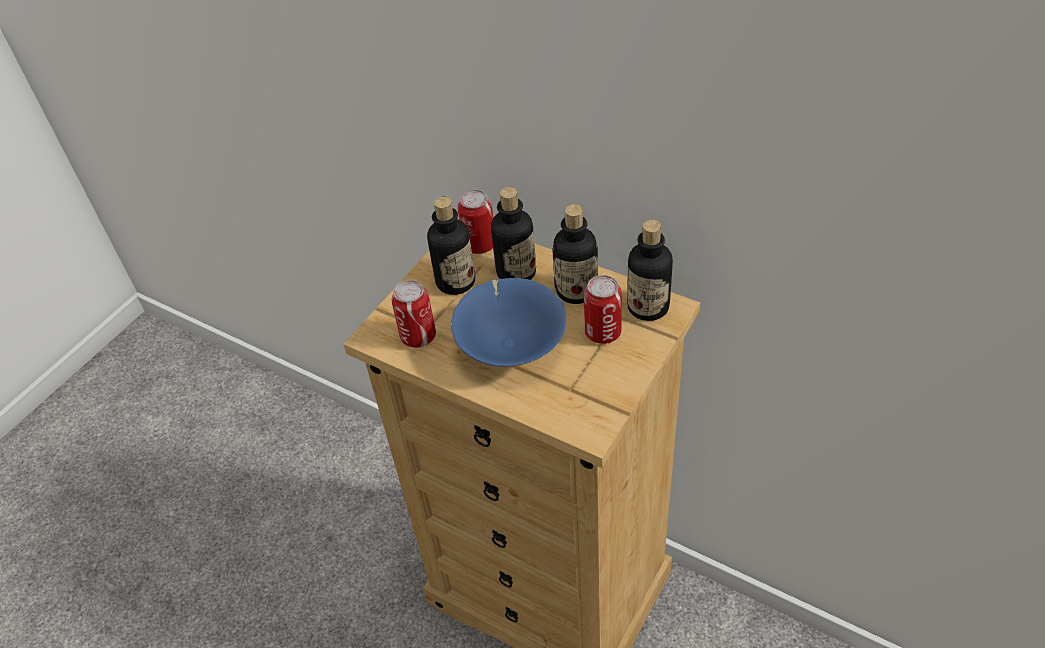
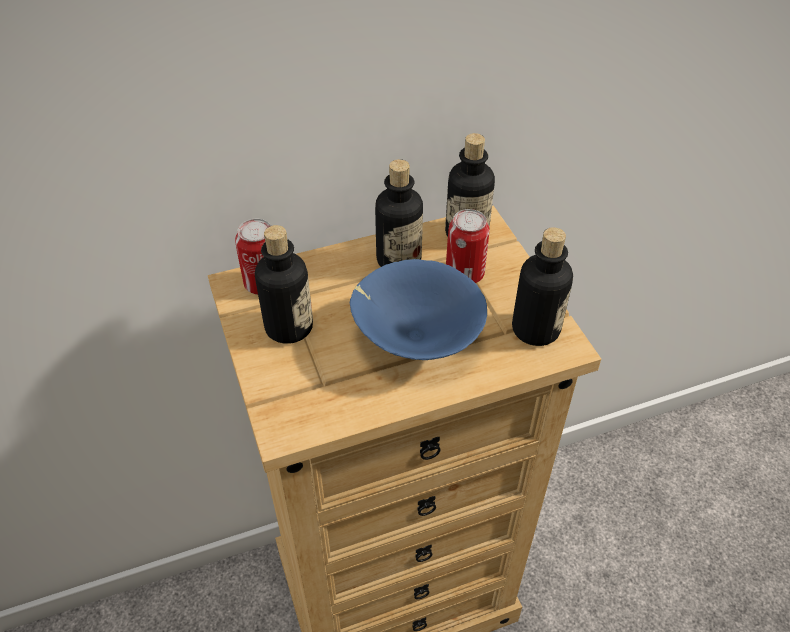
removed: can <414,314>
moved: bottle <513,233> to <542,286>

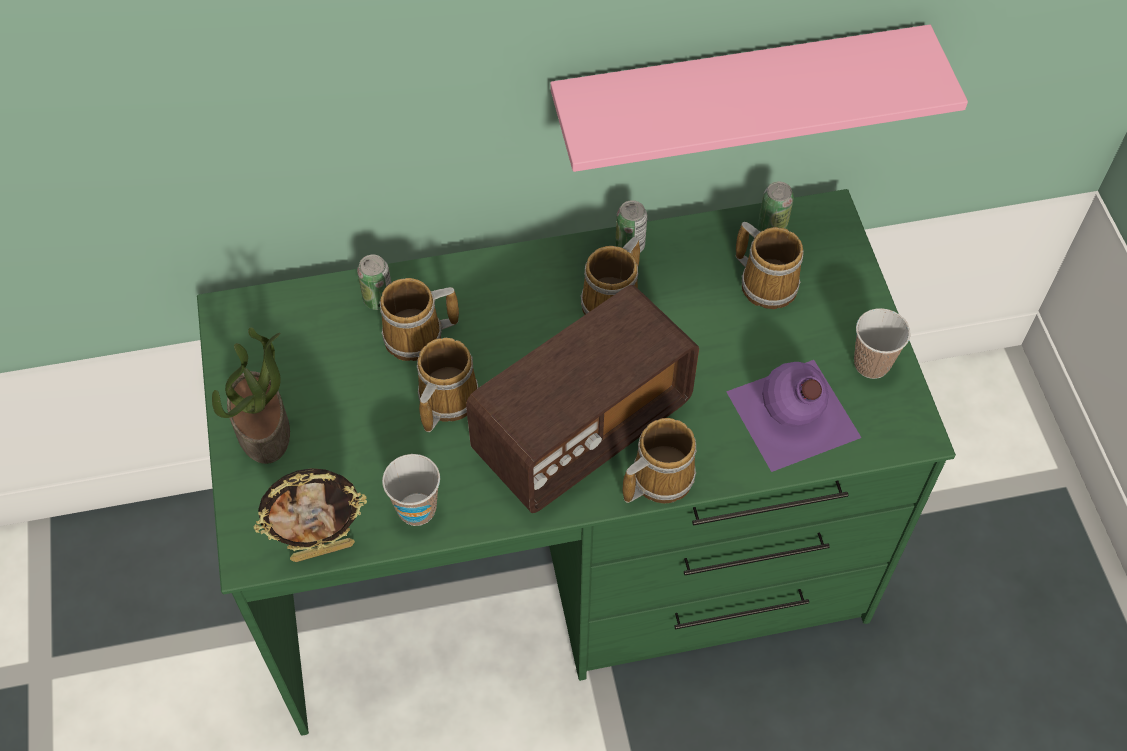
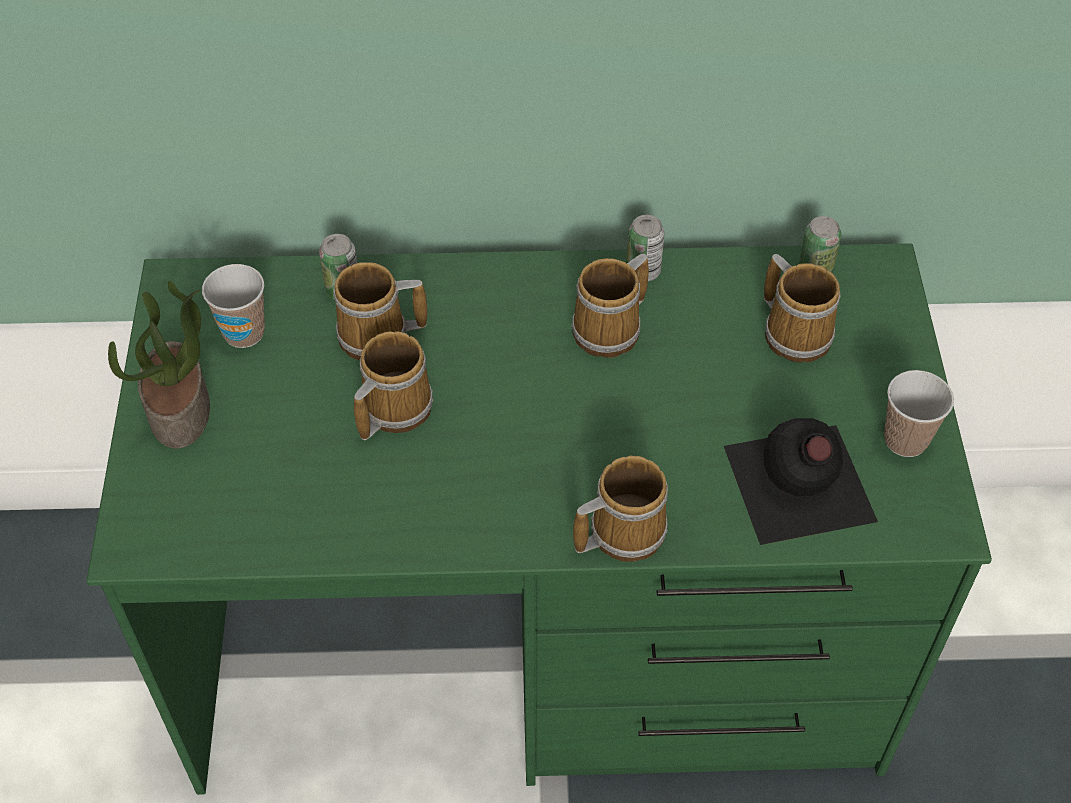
removed: shelf/pink <759,98>; radio <582,399>; picture frame <310,515>
moved: cup <411,490> to <233,306>
recoloured: bottle/purple <794,416> to bottle/black <801,481>

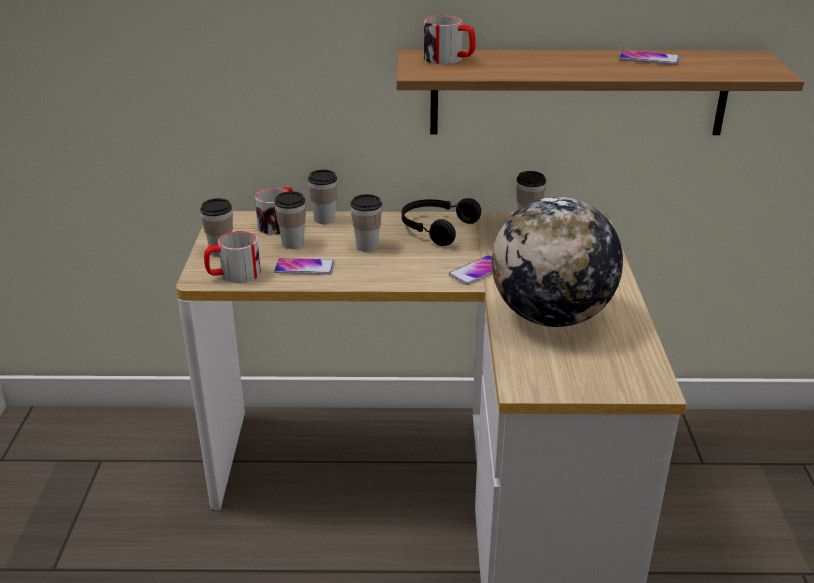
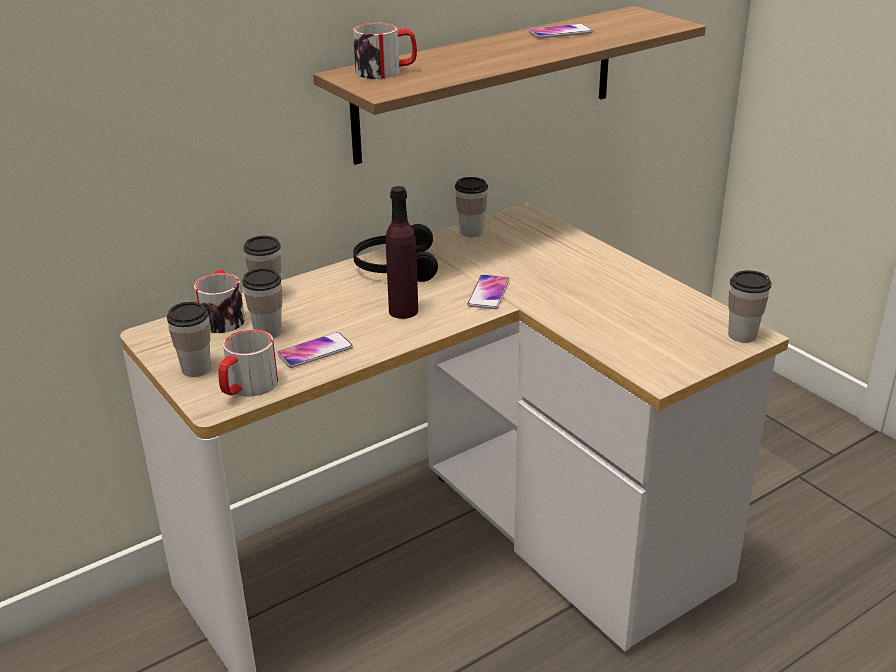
removed: globe <557,262>
added: bottle/purple <402,252>
moved: cup <366,223> to <750,306>

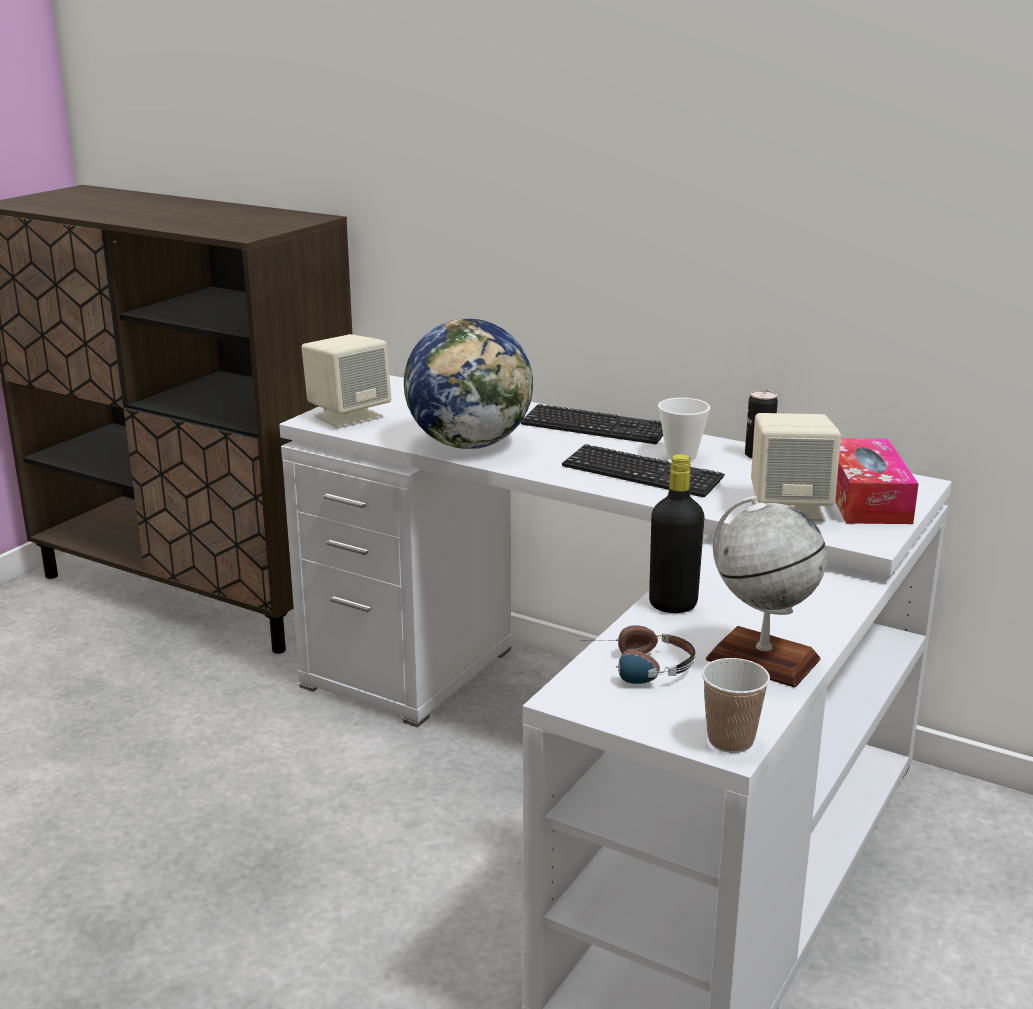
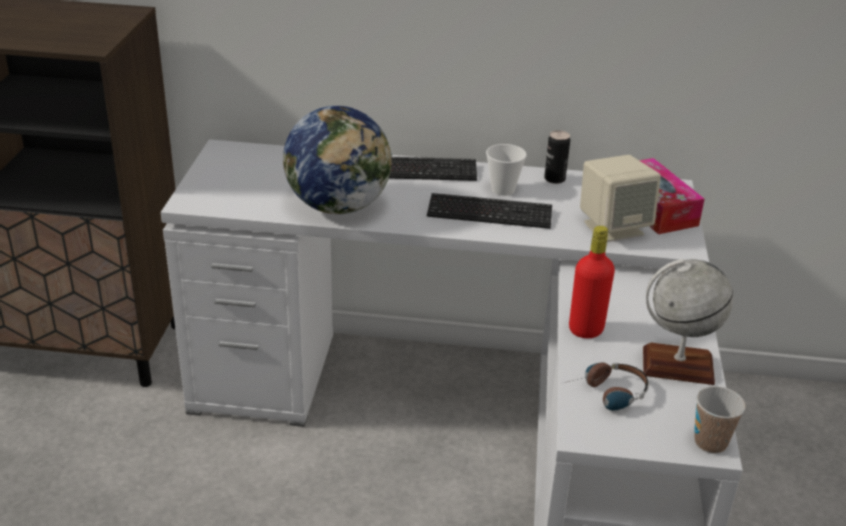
removed: speaker/beige <346,381>
recoloured: bottle/black <677,533> to bottle/red <592,282>

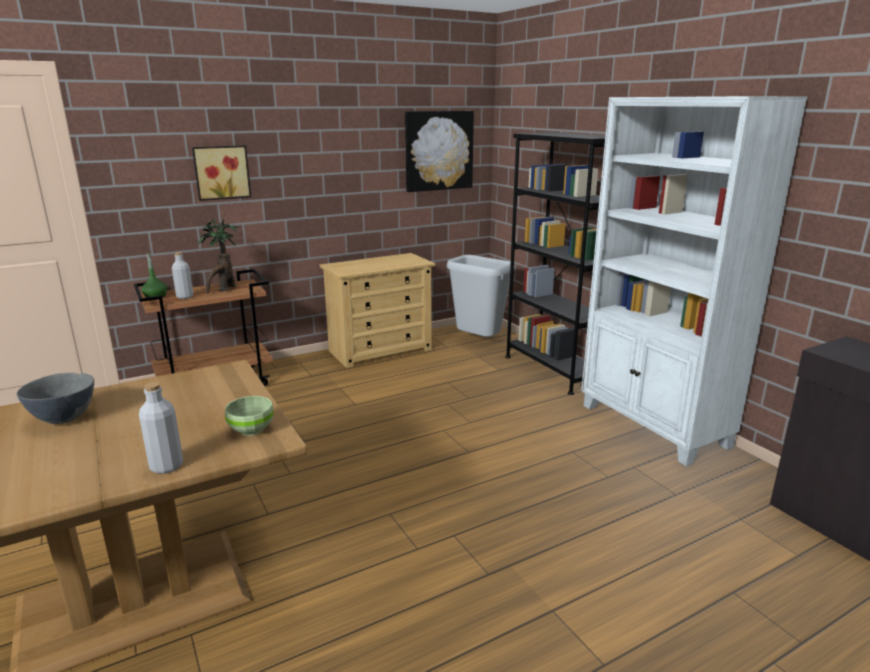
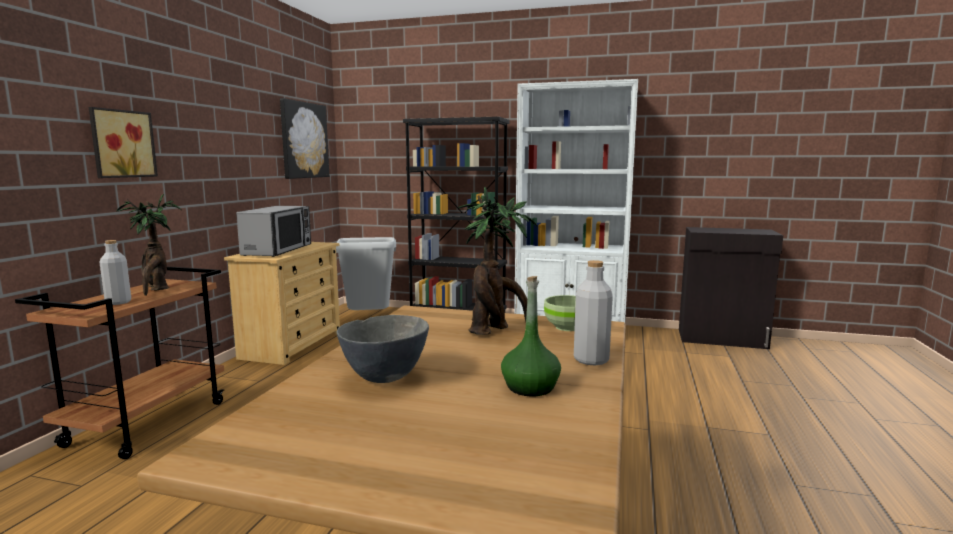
added: potted plant <497,261>; microwave <273,231>
moved: bottle/green <154,275> to <531,336>

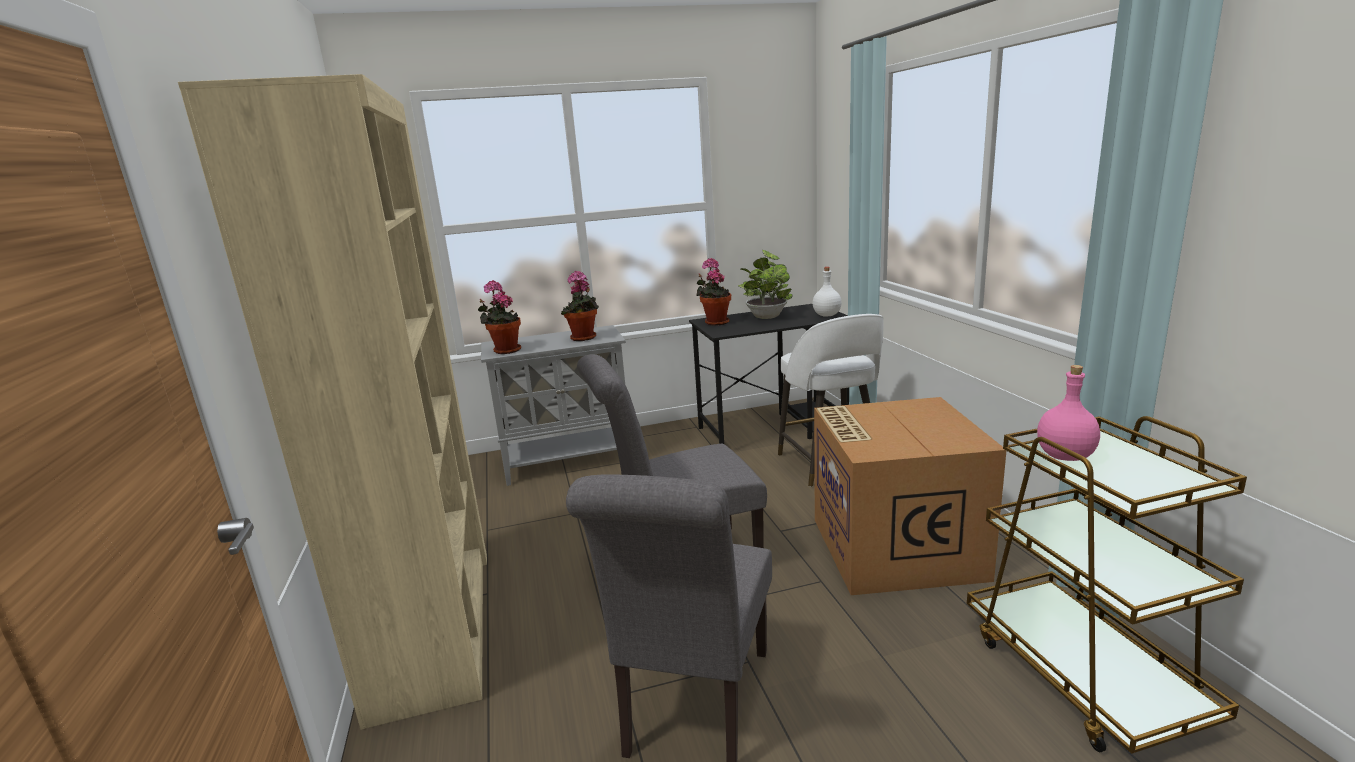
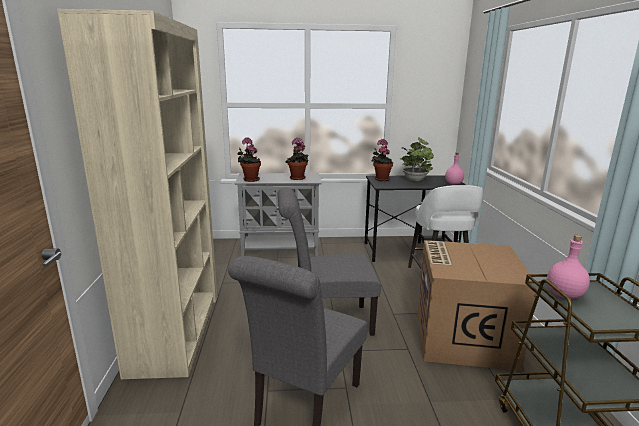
recoloured: bottle/white <827,291> to bottle/pink <454,169>

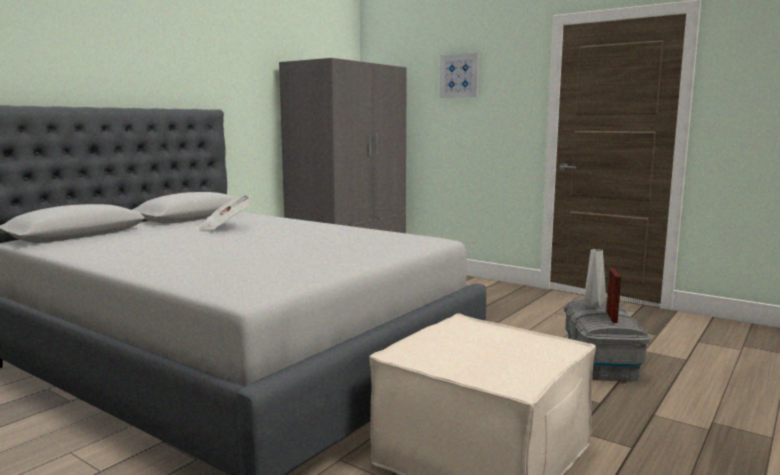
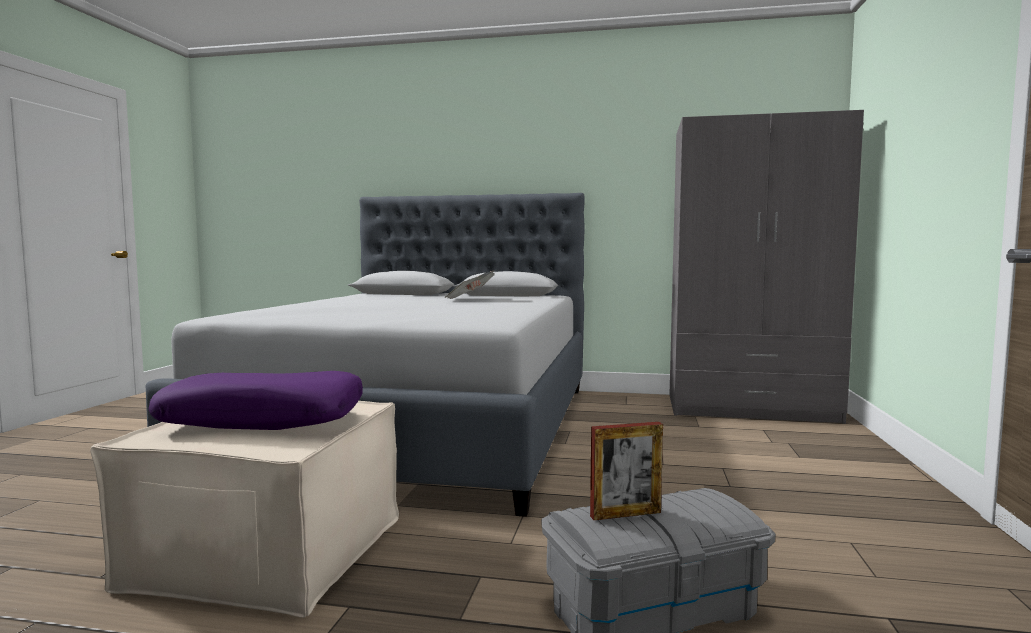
removed: picture <459,75>; vase/grey <595,278>
added: pillow/purple <255,400>

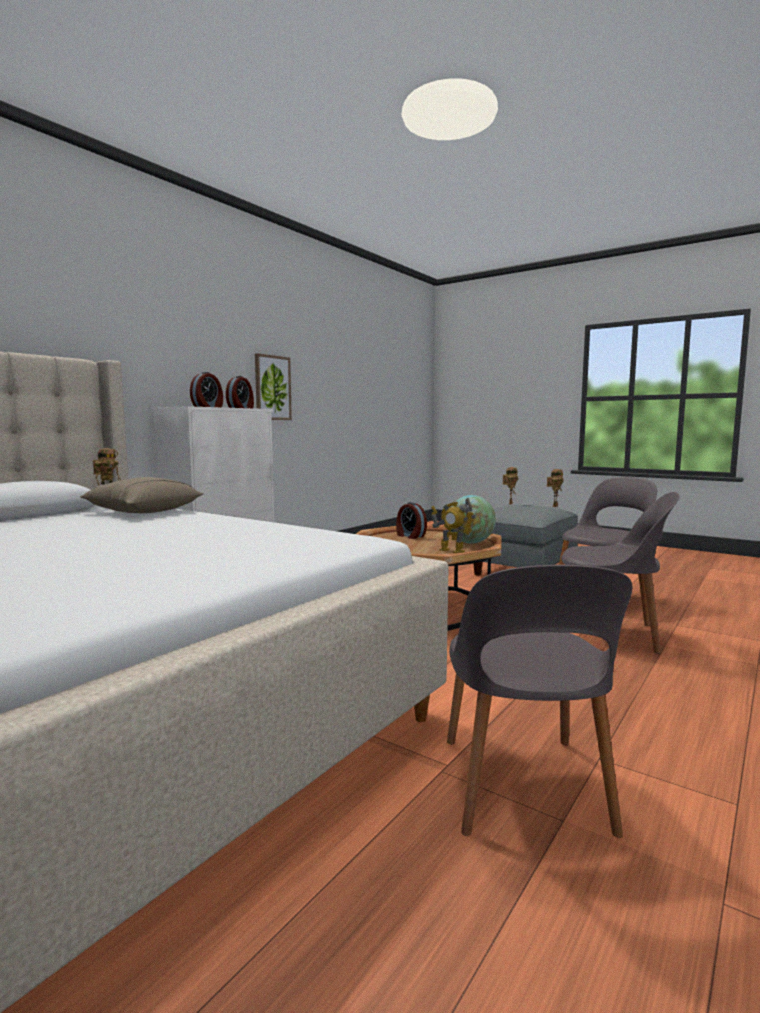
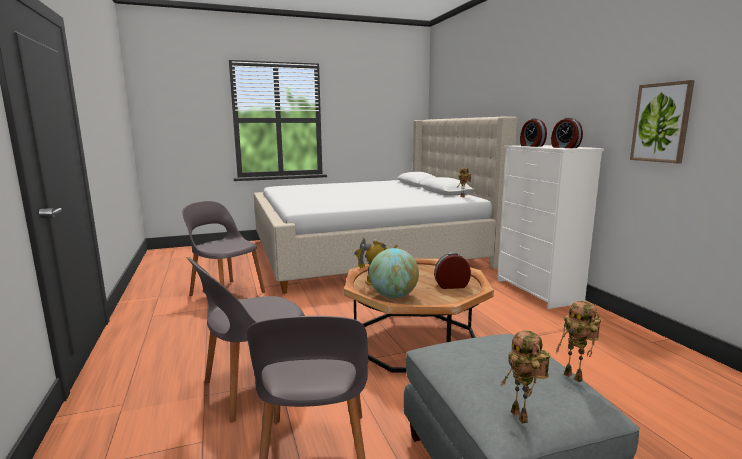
removed: pillow/beige <142,495>

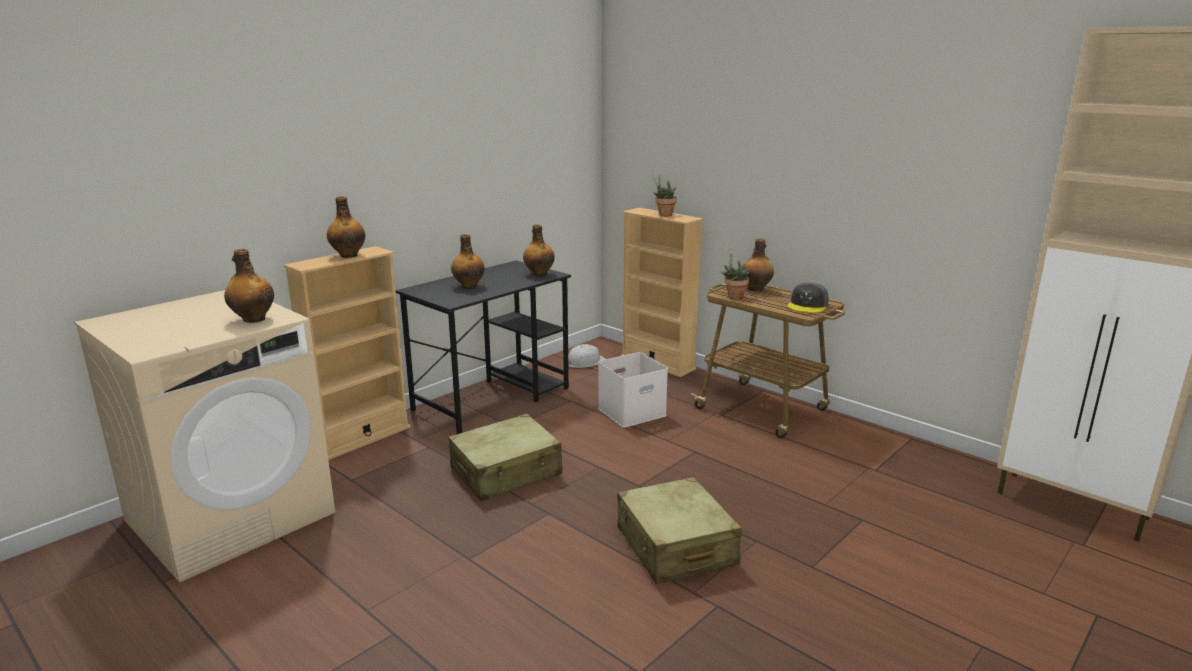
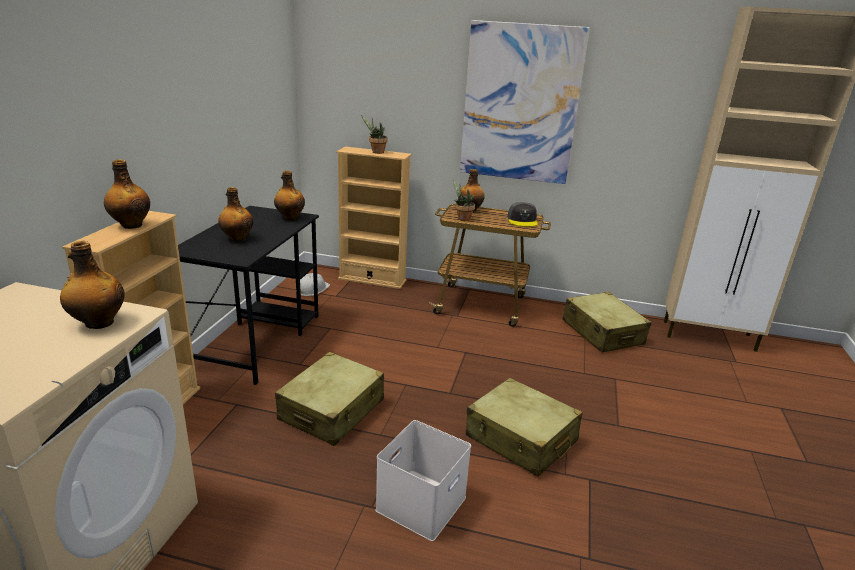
added: picture <525,102>; suitcase/beige <607,322>
moved: storage box/white <633,390> to <423,480>

